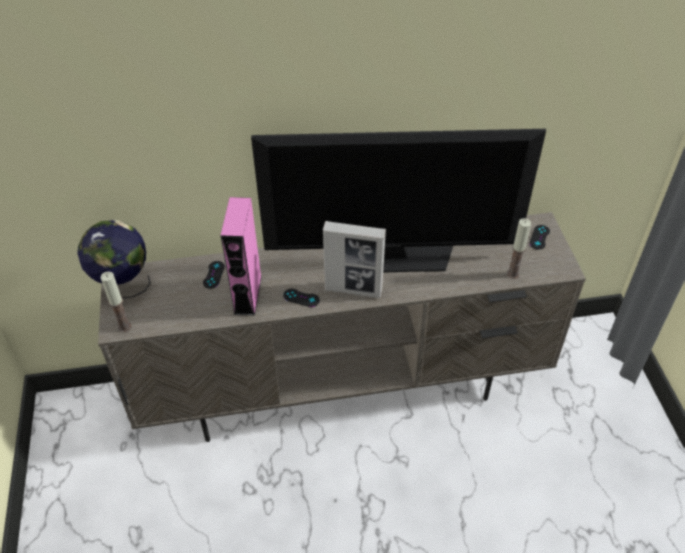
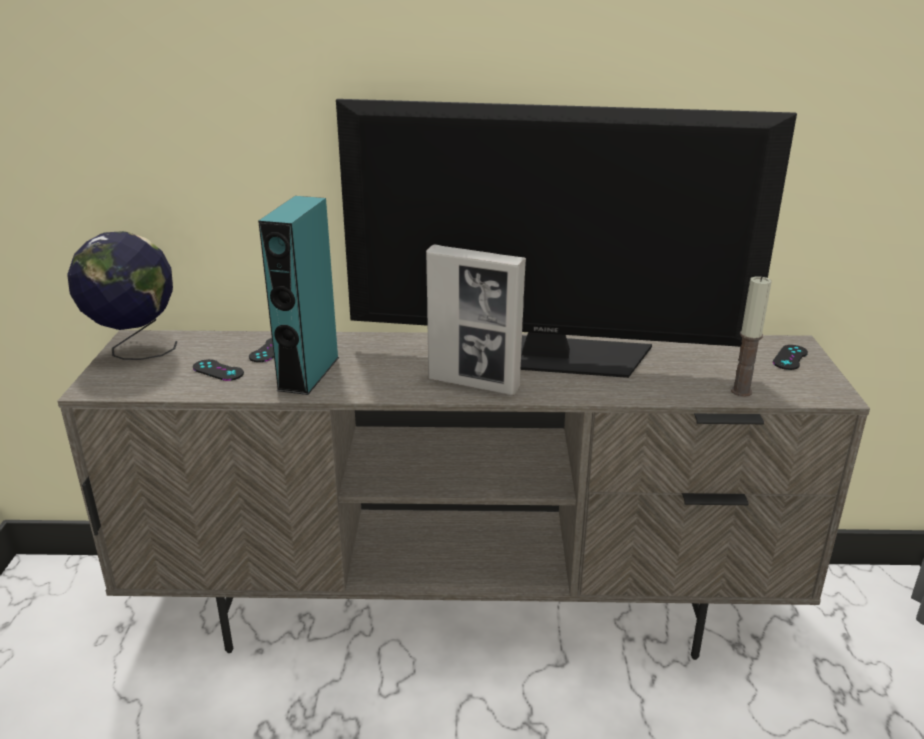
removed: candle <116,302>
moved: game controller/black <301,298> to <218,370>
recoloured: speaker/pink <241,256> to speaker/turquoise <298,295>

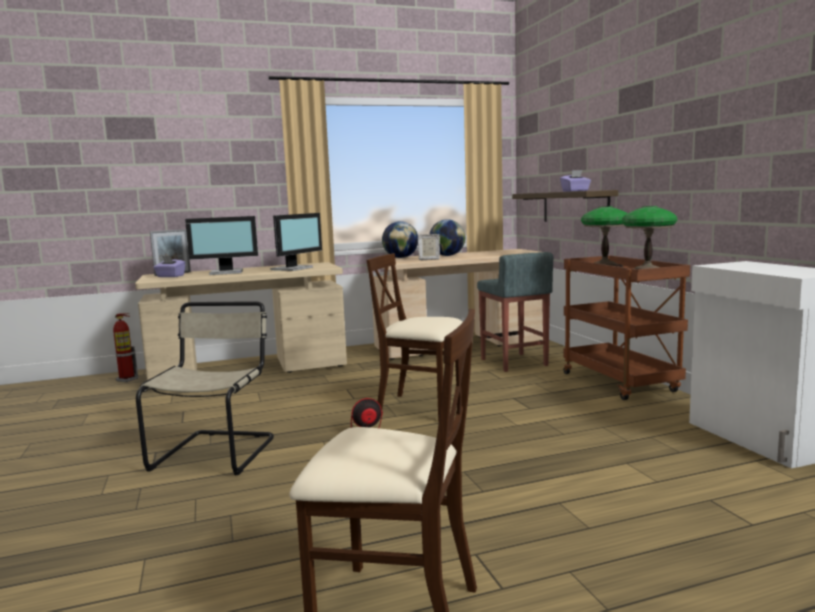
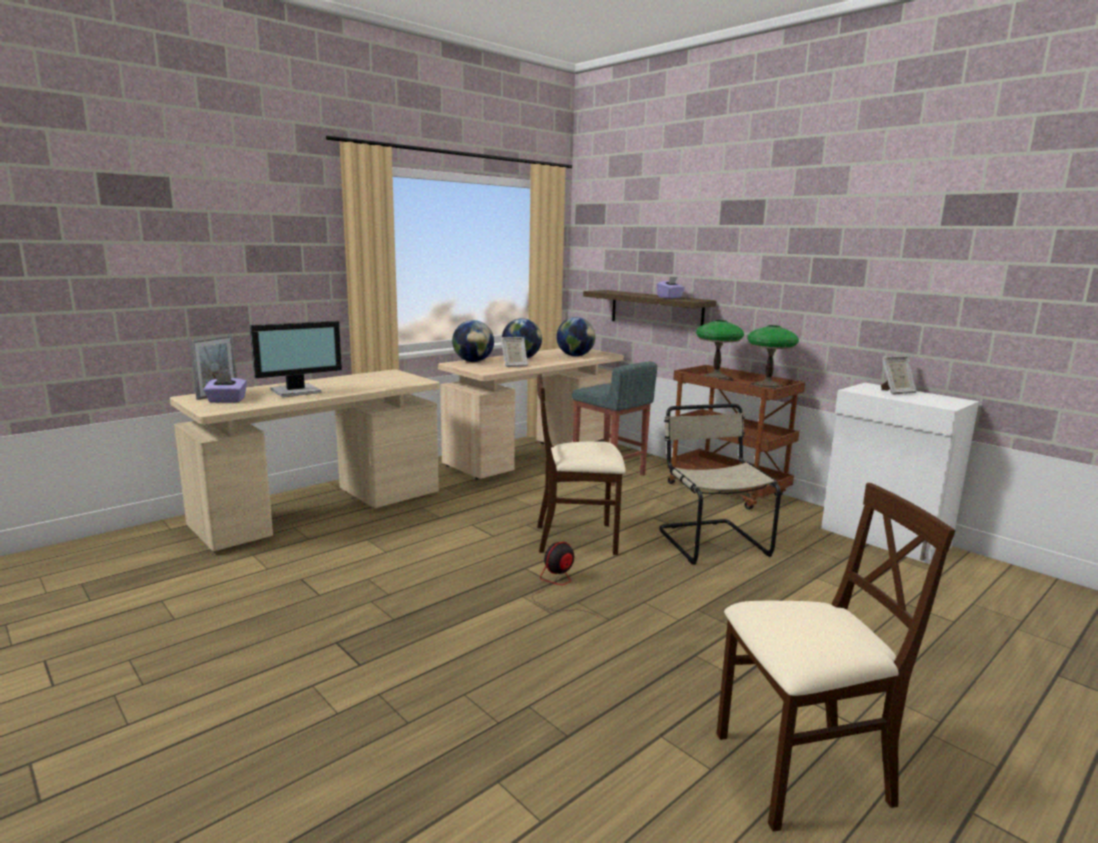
removed: monitor <296,242>; fire extinguisher <125,347>
added: globe <576,336>; picture frame <899,375>
moved: chair/beige <205,388> to <720,484>

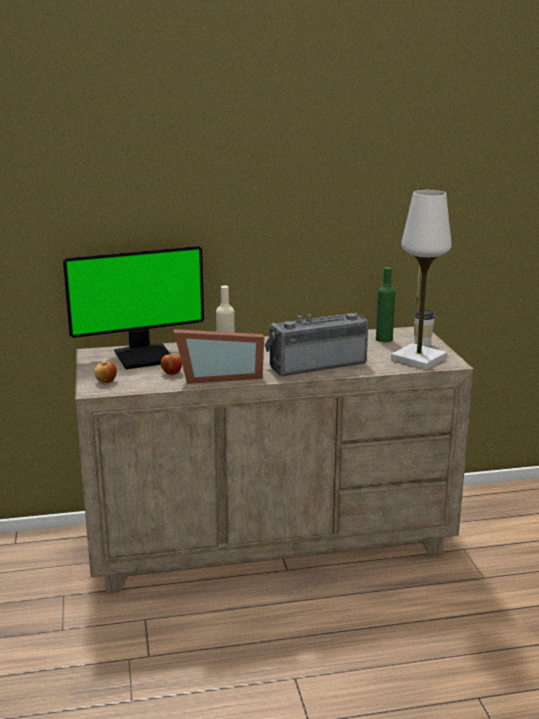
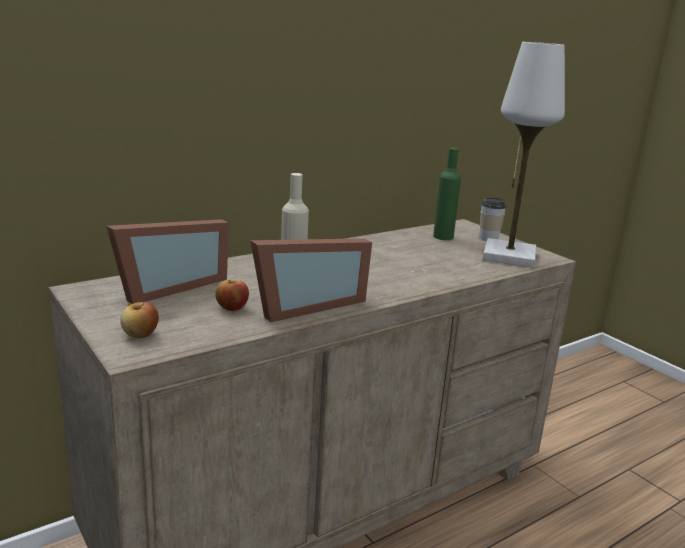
removed: radio <316,344>
replaced: monitor <133,307> to picture frame <167,261>

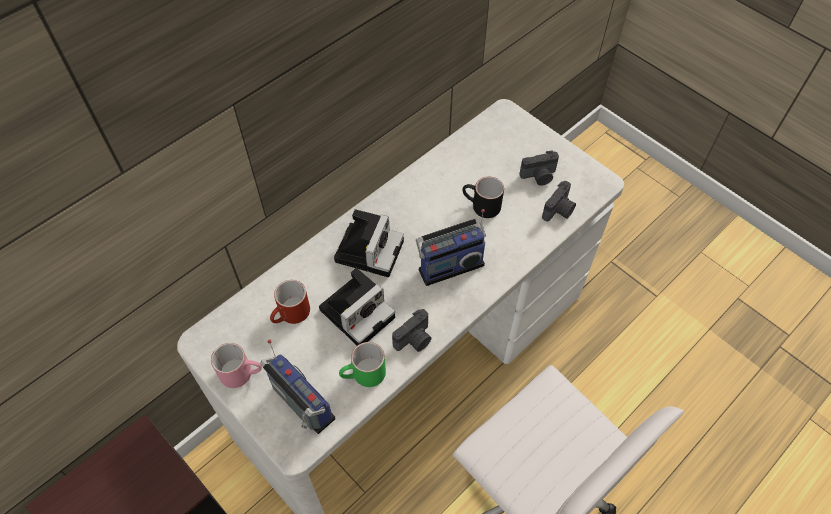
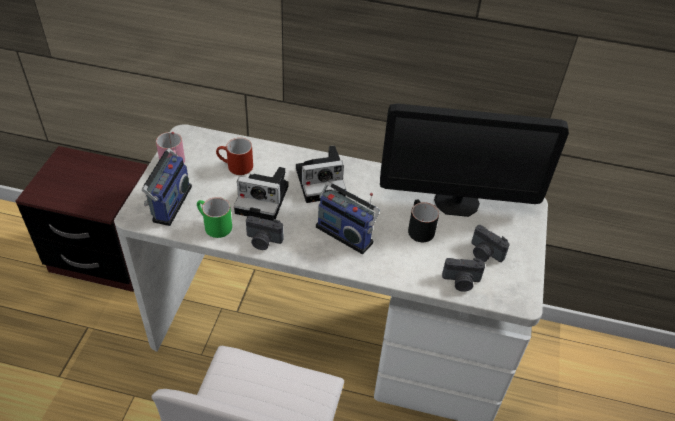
added: monitor <474,160>

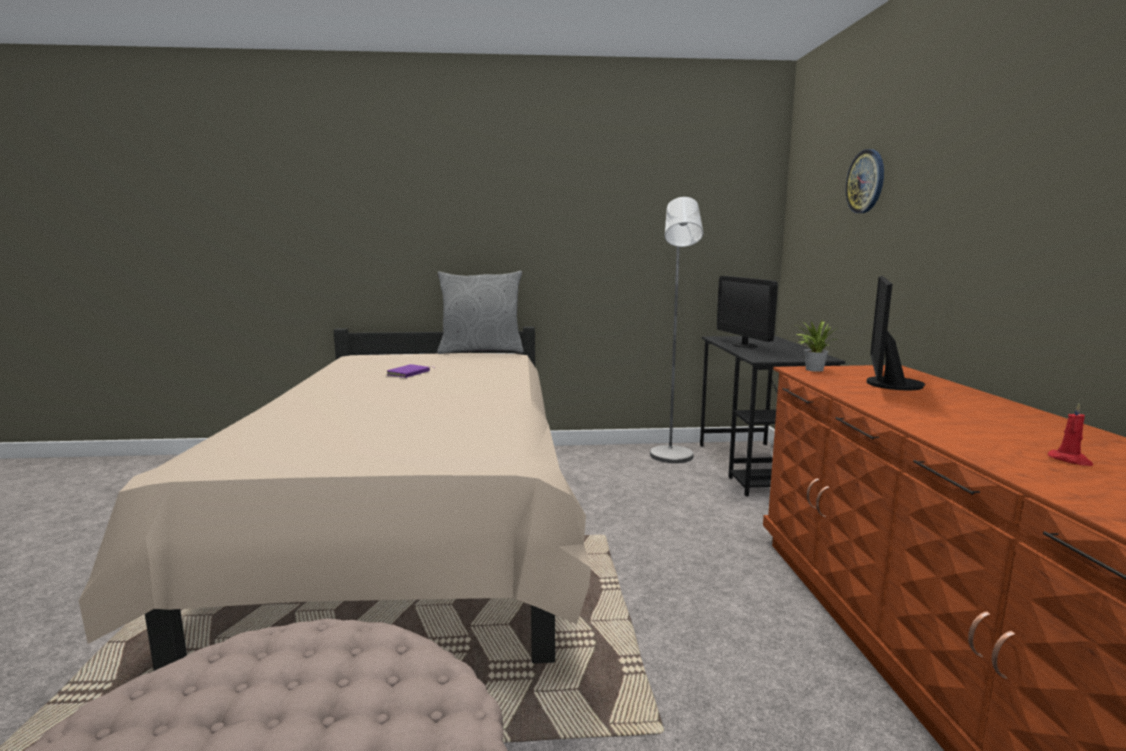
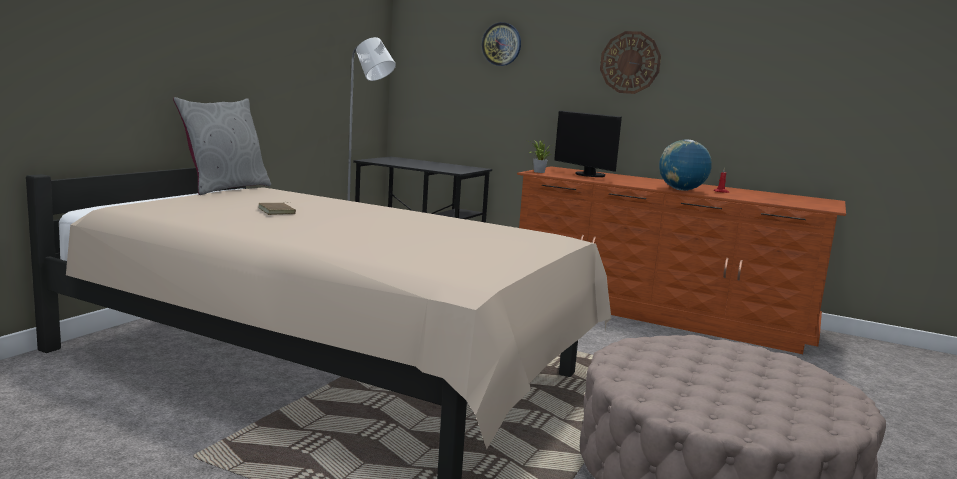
removed: monitor <747,312>
added: wall clock <630,62>; globe <685,165>
recoloured: book/purple <411,371> to book/brown <277,208>

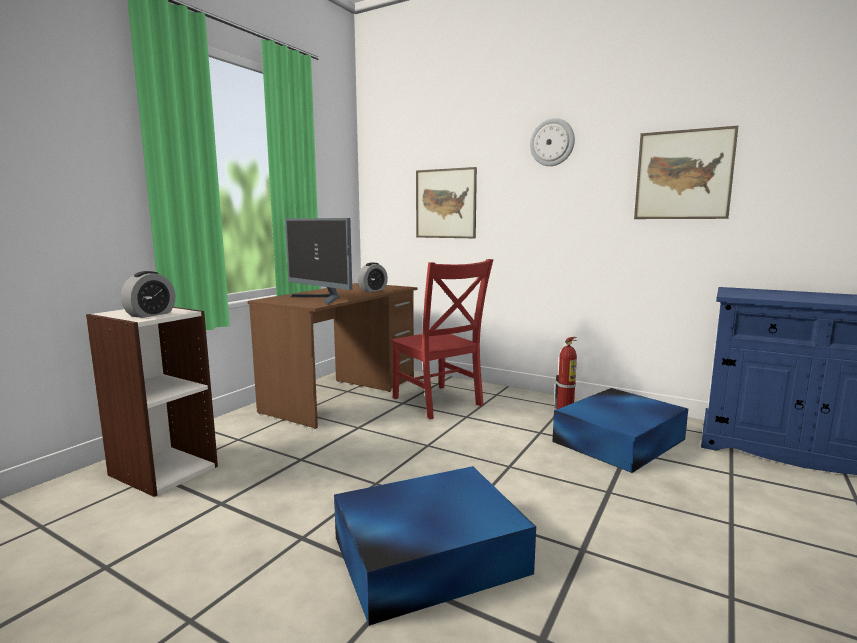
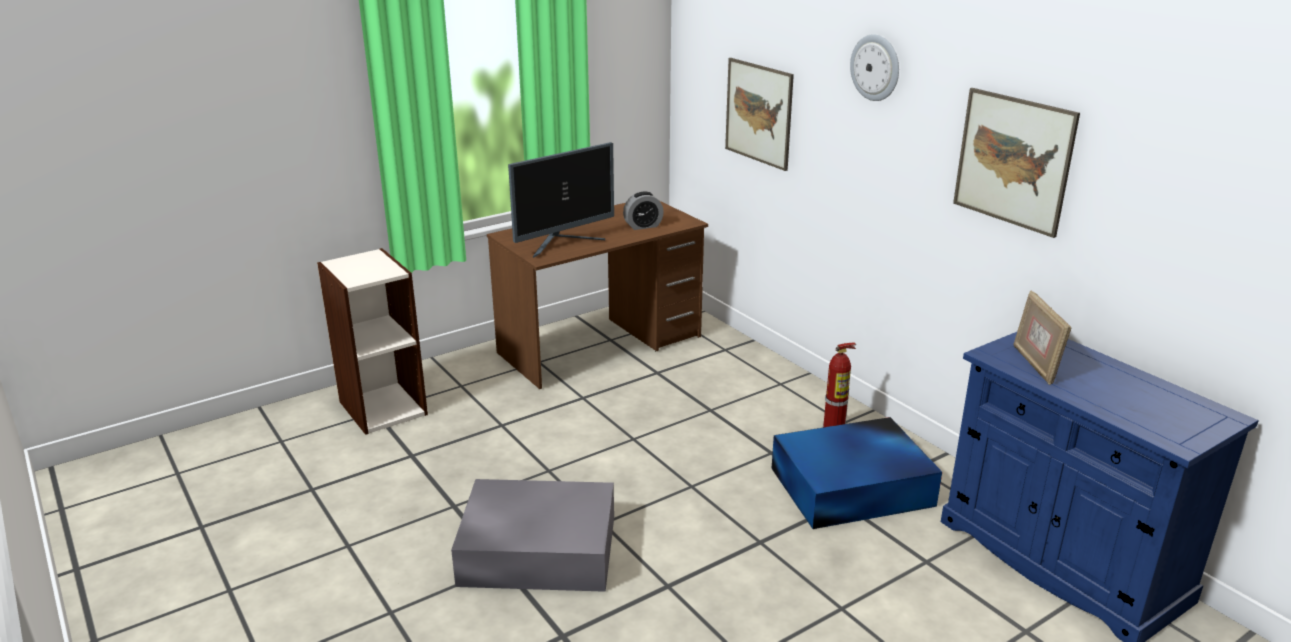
removed: chair/red <442,339>; alarm clock <148,294>
added: picture frame <1043,338>
recoloured: storage box/blue <435,546> to storage box/grey <532,535>
turned: monitor <318,261> = <561,200> 105 degrees counterclockwise

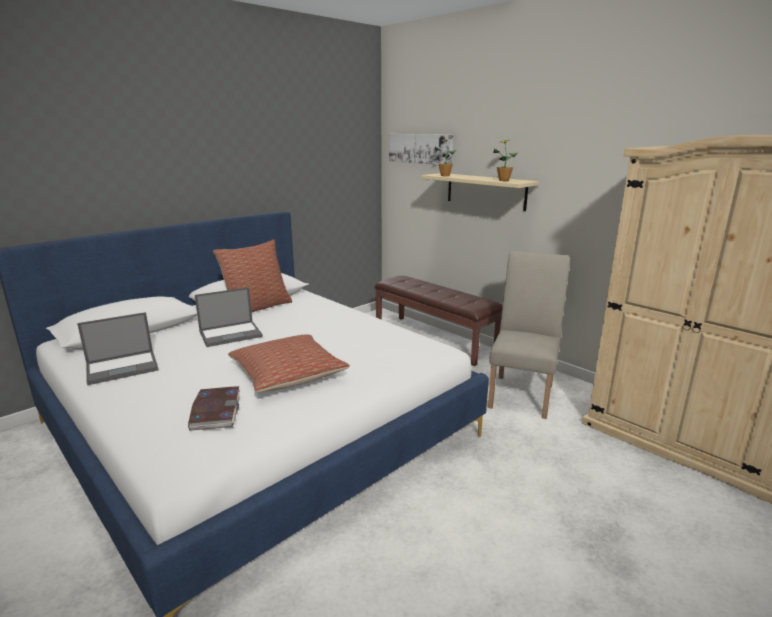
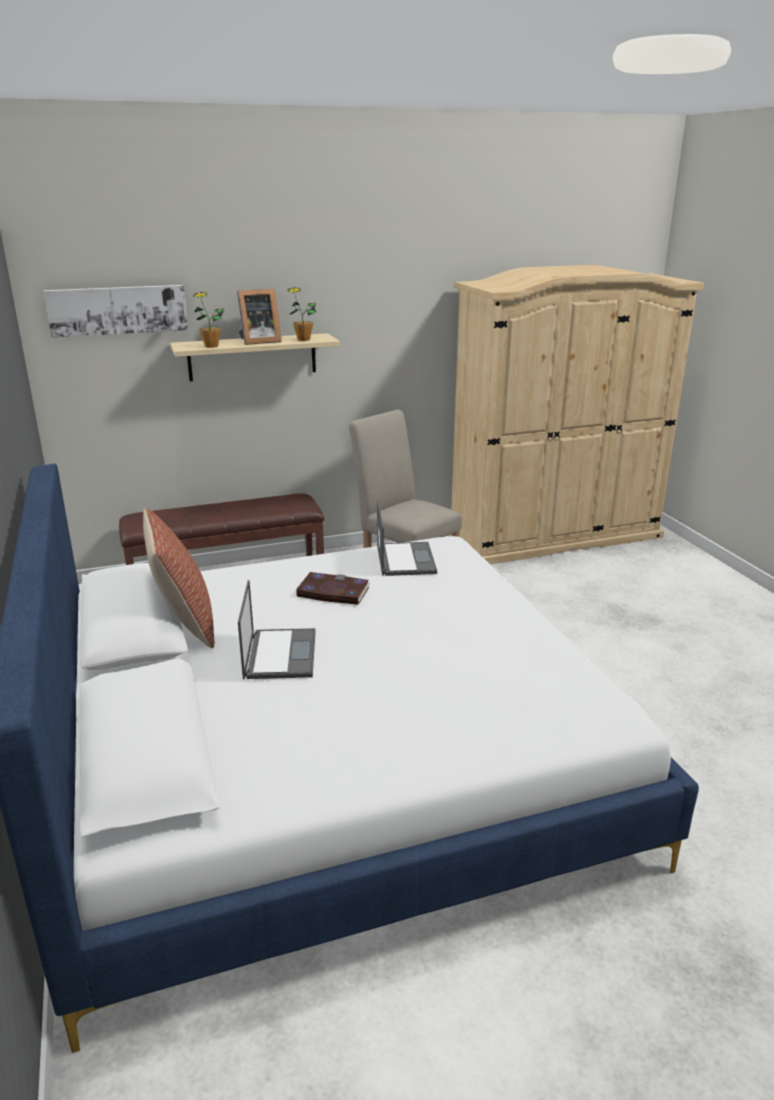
removed: pillow <289,363>
added: picture frame <259,317>
moved: laptop <118,348> to <407,538>; book <214,408> to <332,588>

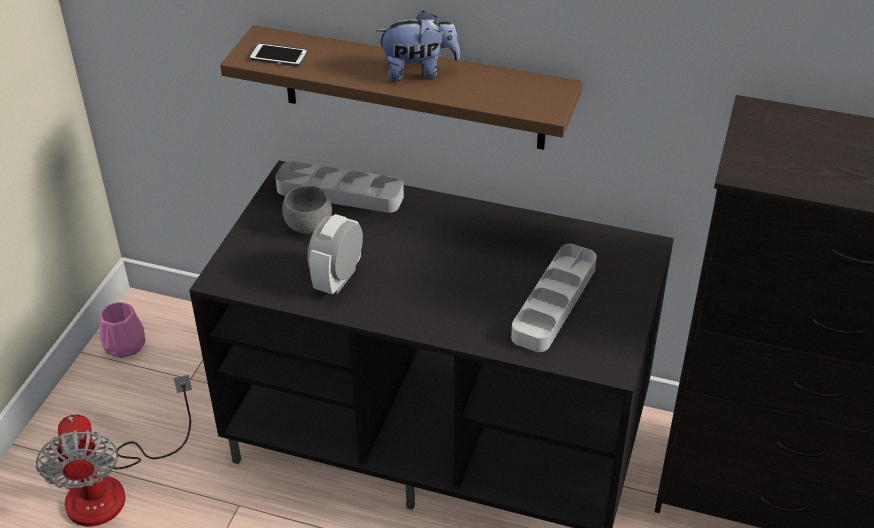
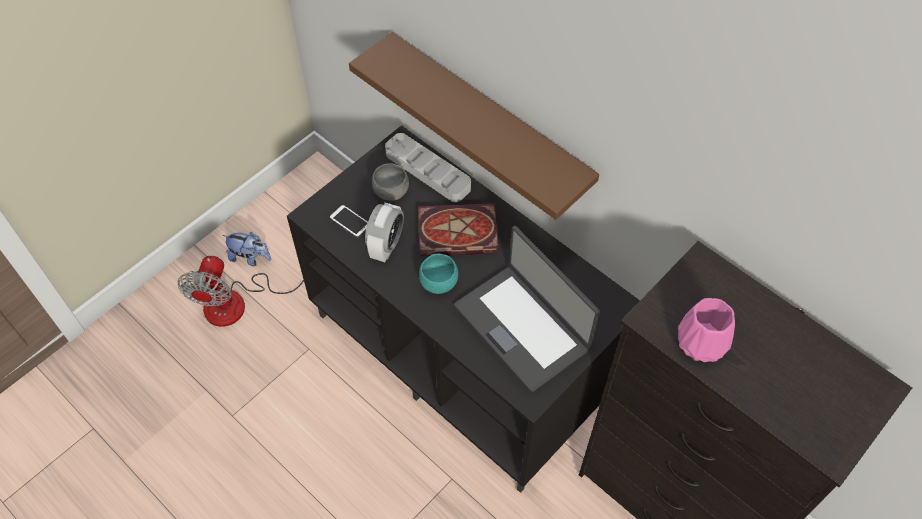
added: book <458,229>; bowl/turquoise <438,274>
moved: plush toy <418,46> to <247,249>; phone <278,54> to <348,221>; vase/pink <123,330> to <706,330>
replaced: tray/grey <554,298> to laptop <527,309>
turned: alarm clock <335,254> = <384,232> 150 degrees clockwise

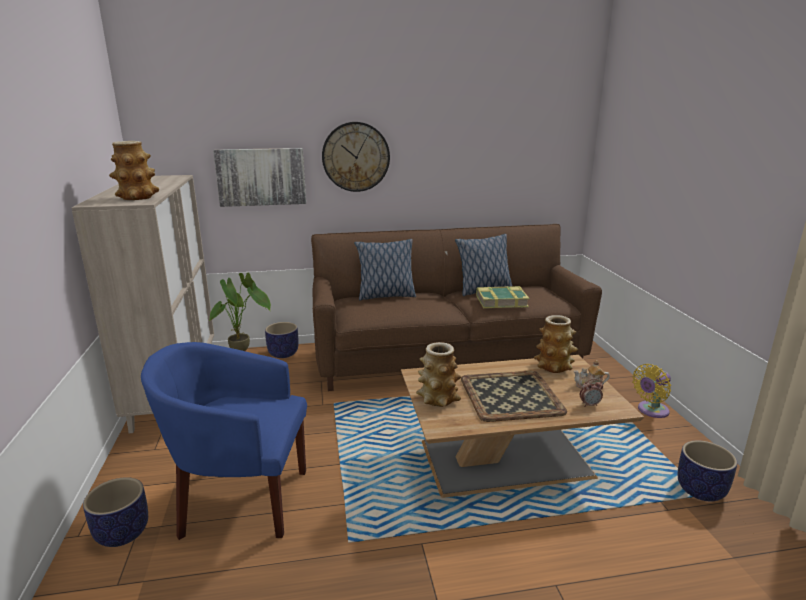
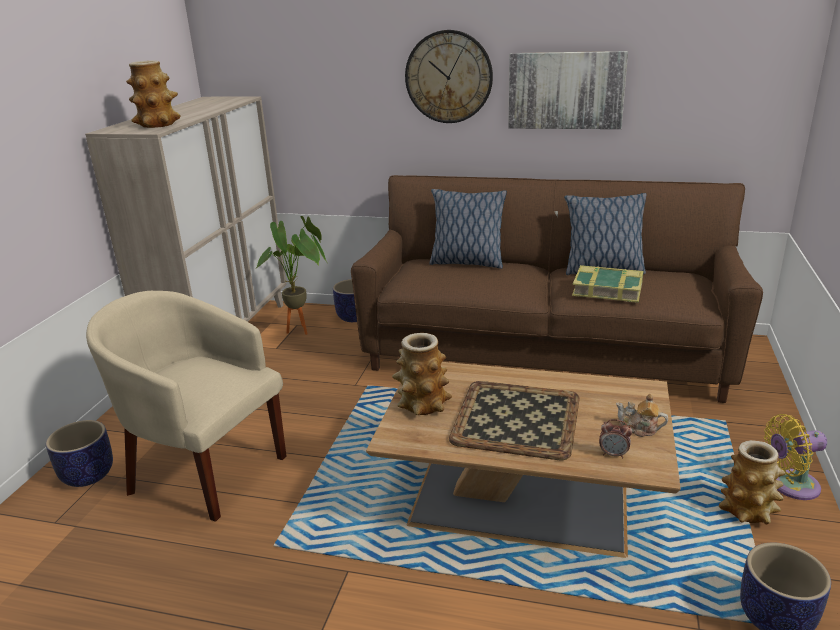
moved: picture <259,177> to <568,90>; vase <556,344> to <752,482>
recoloured: armchair/blue <224,441> to armchair/beige <186,406>

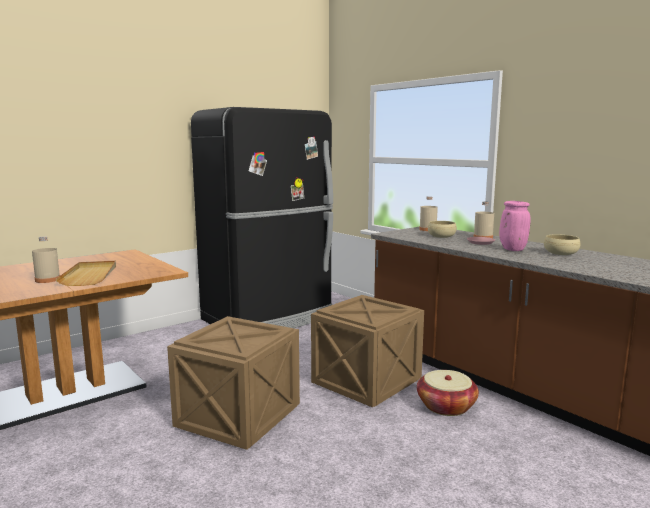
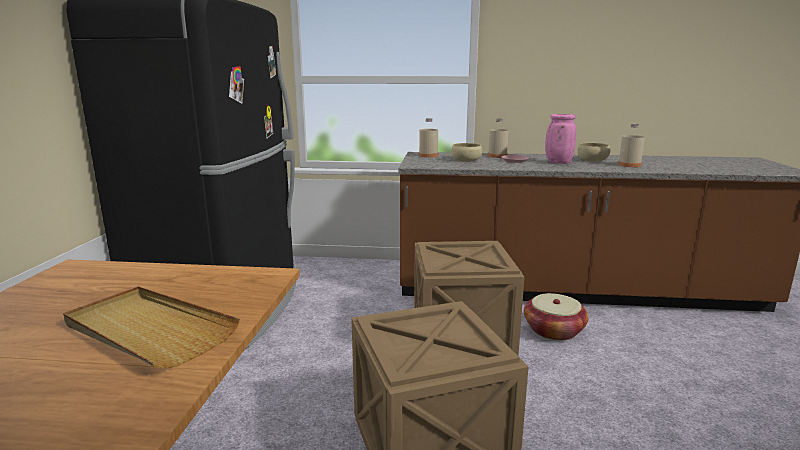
moved: bottle/beige <46,259> to <631,145>

